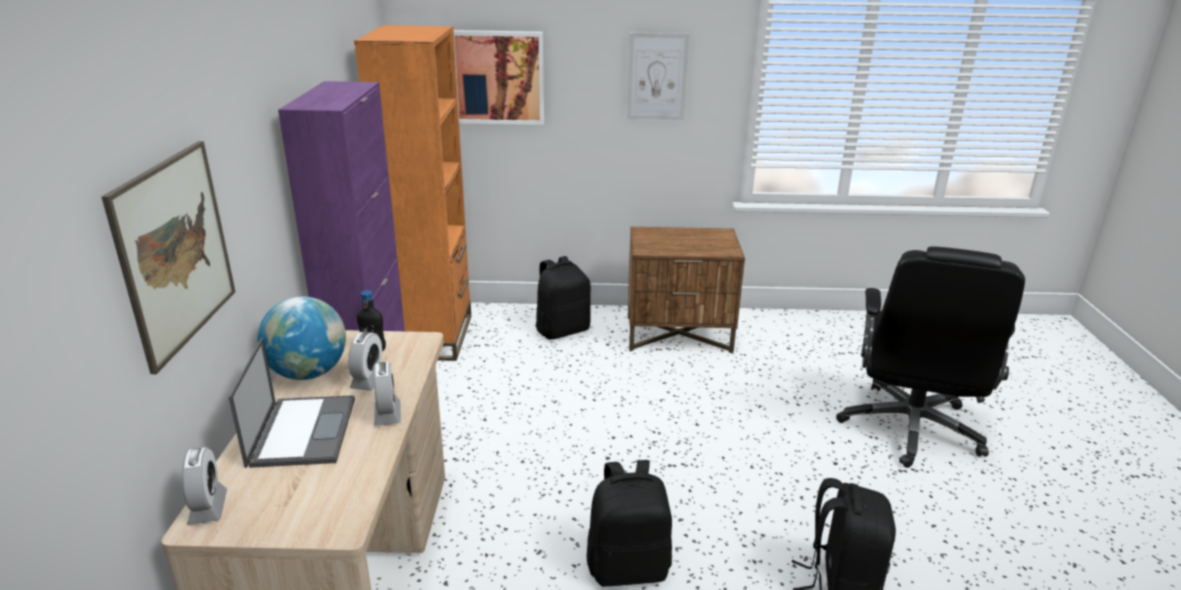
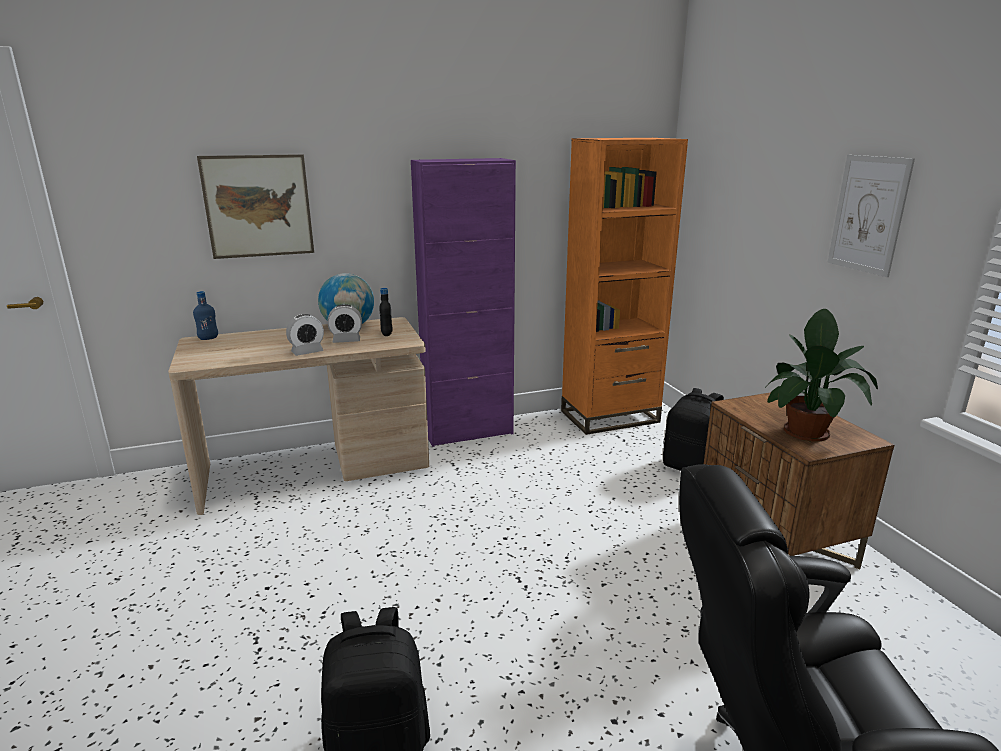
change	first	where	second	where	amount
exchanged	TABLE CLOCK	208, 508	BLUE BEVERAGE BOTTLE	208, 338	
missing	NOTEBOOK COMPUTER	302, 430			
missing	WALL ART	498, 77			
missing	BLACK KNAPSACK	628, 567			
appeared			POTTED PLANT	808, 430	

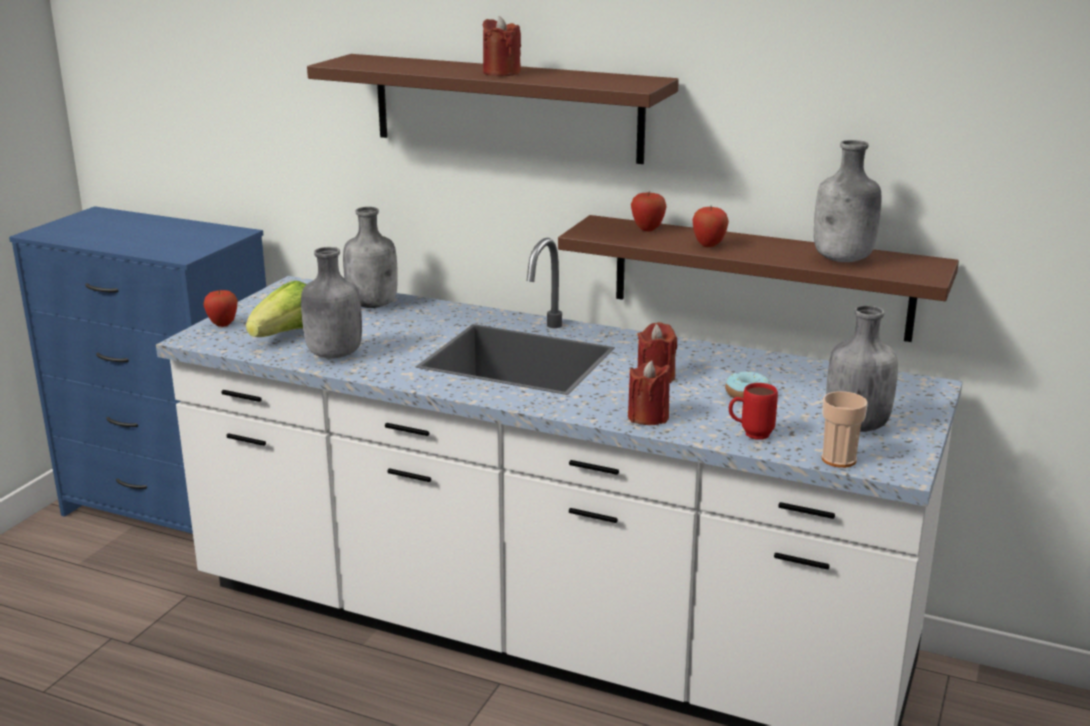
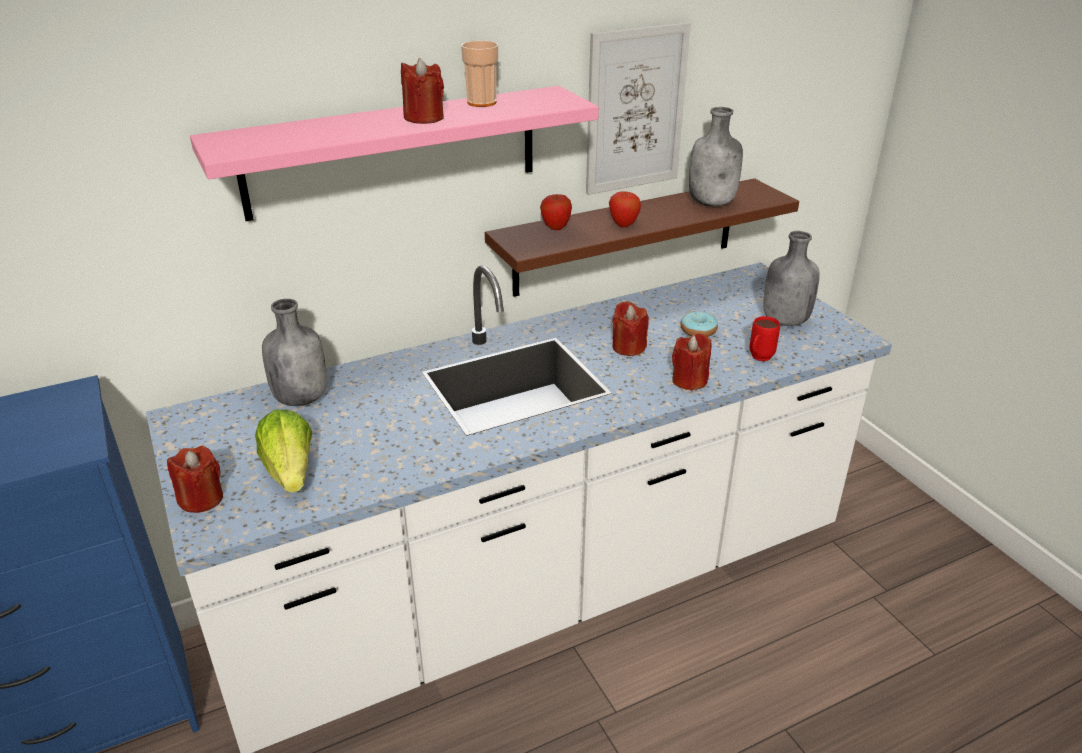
change	first	where	second	where	amount
exchanged	APPLE	223, 324	RED CANDLE	201, 499	
missing	GRAY BEVERAGE BOTTLE	333, 355			
colour	BROWN-COLOURED WALL SHELF	506, 107	PINK WALL SHELF	393, 152	
relocated	CUP	838, 459		481, 103	
appeared			WALL ART	635, 109	

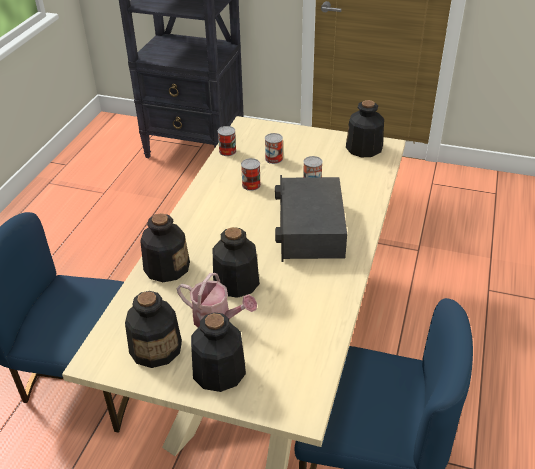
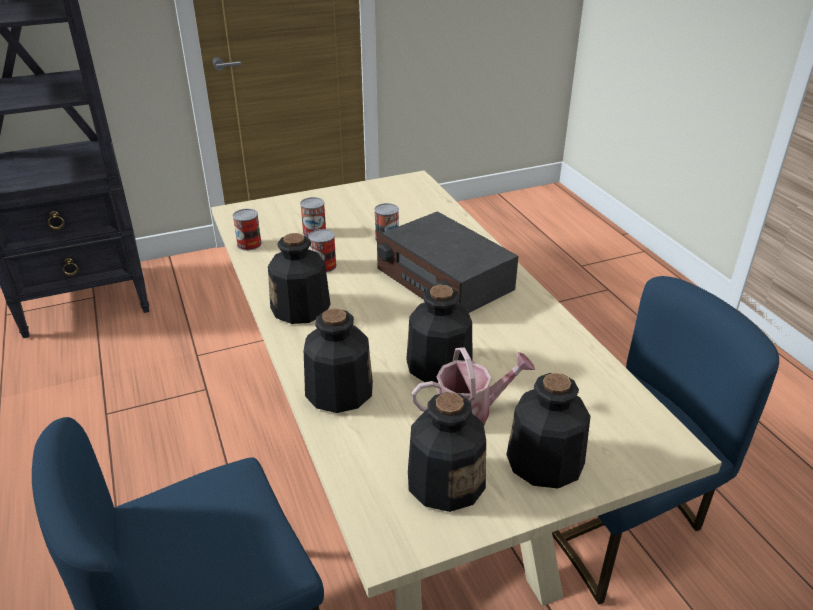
change	first	where	second	where	amount
relocated	BEVERAGE BOTTLE	364, 148		301, 308	

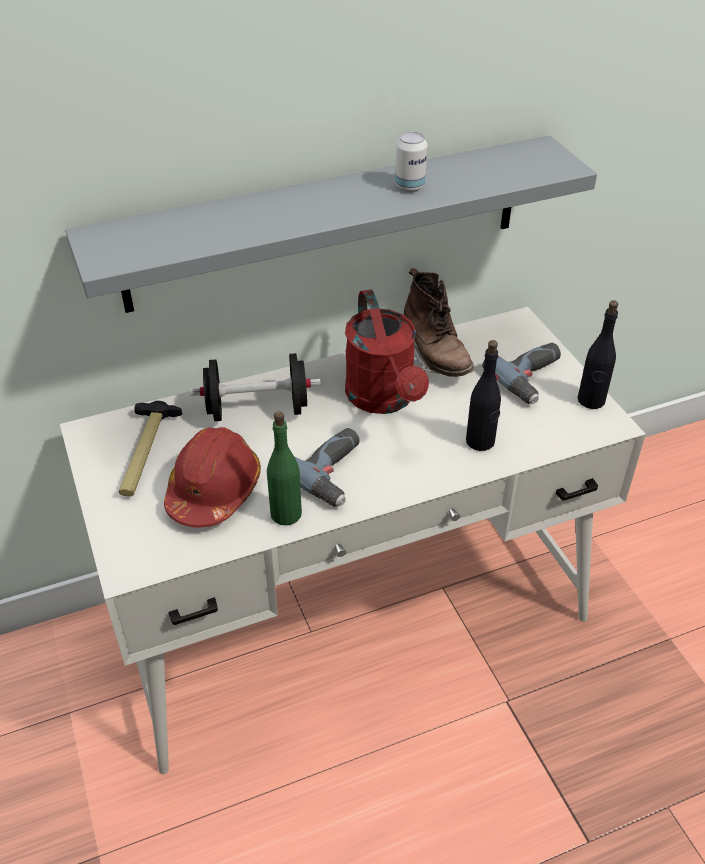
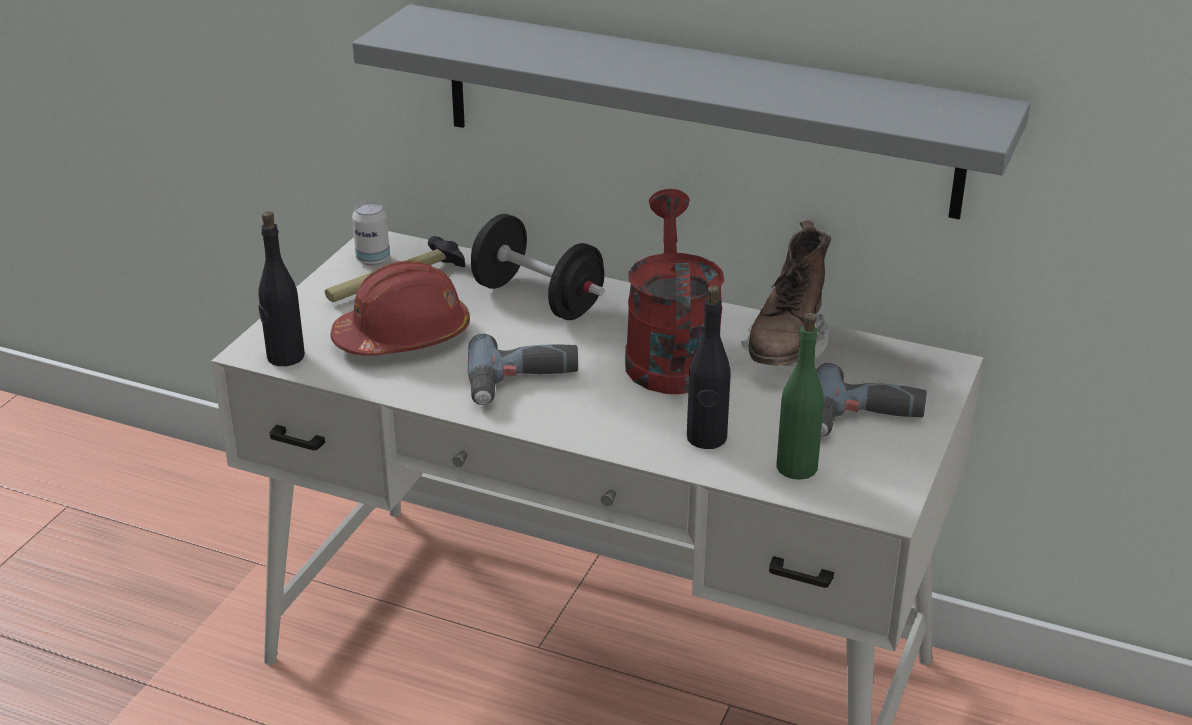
change	first	where	second	where	amount
relocated	GREEN-COLOURED BEVERAGE BOTTLE	286, 513		797, 467	
spun	RED SPRINKLING CAN	384, 400		670, 354	150 degrees clockwise
relocated	SEALED CAN	410, 186		373, 260	
relocated	BLACK BEVERAGE BOTTLE	591, 400		285, 357	

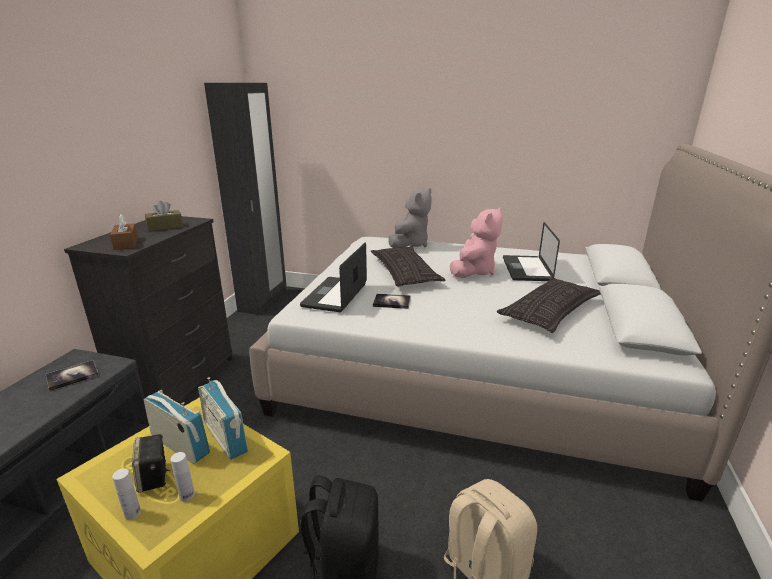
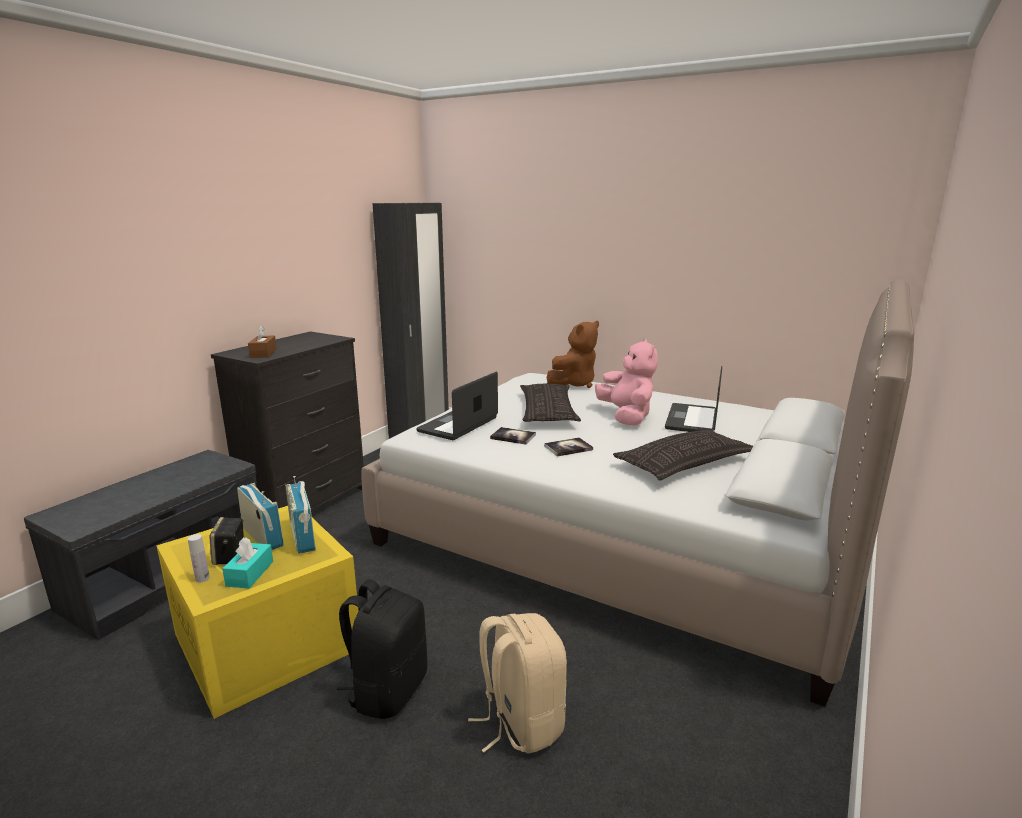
change	first	where	second	where	amount
relocated	VOLUME	72, 376		568, 448	
missing	BROWN-COLOURED TISSUE BOX	165, 227			
exchanged	WHITE BEVERAGE BOTTLE	187, 496	TURQUOISE-COLOURED TISSUE BOX	250, 573	
colour	GRAY PLUSH TOY	410, 244	BROWN-COLOURED PLUSH TOY	574, 384	
spun	PINK PLUSH TOY	473, 271		626, 416	60 degrees counterclockwise

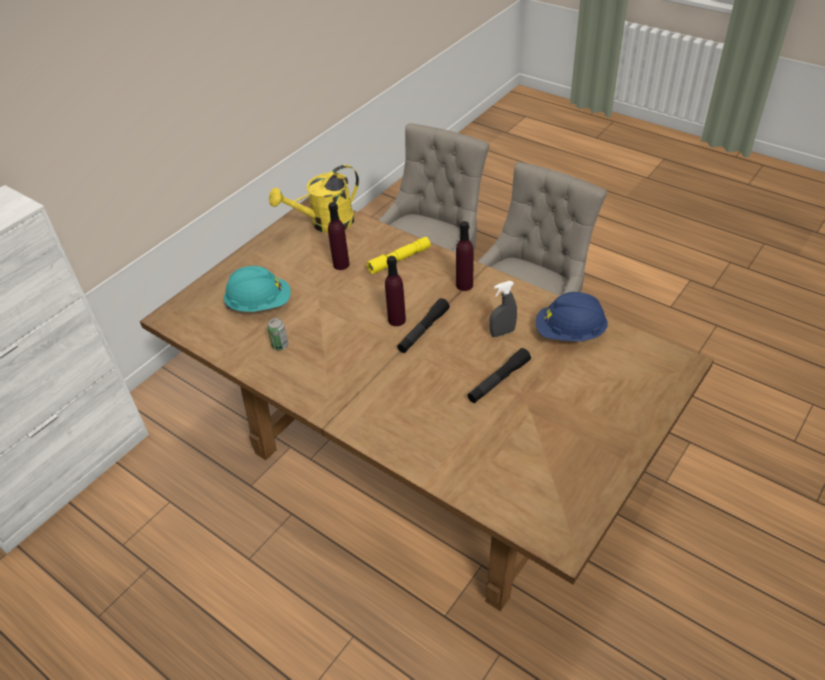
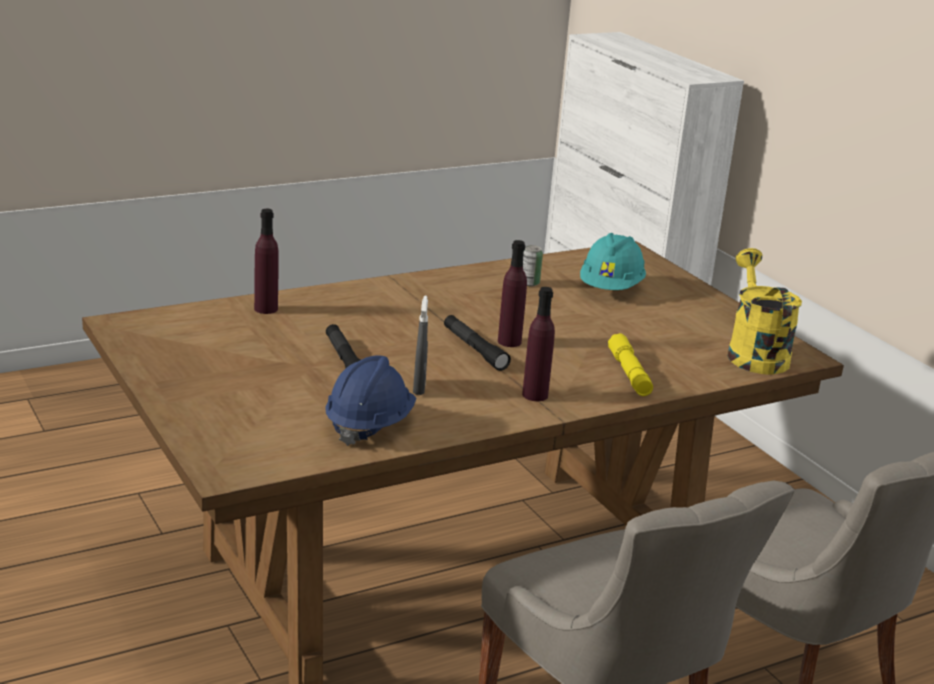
change	first	where	second	where	amount
relocated	PURPLISH BEVERAGE BOTTLE	341, 264		266, 309	

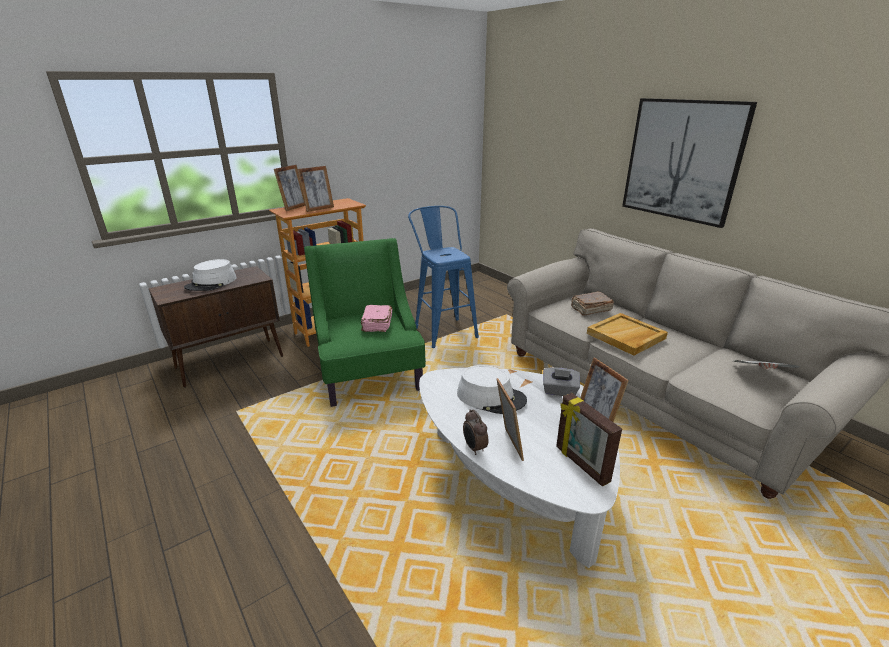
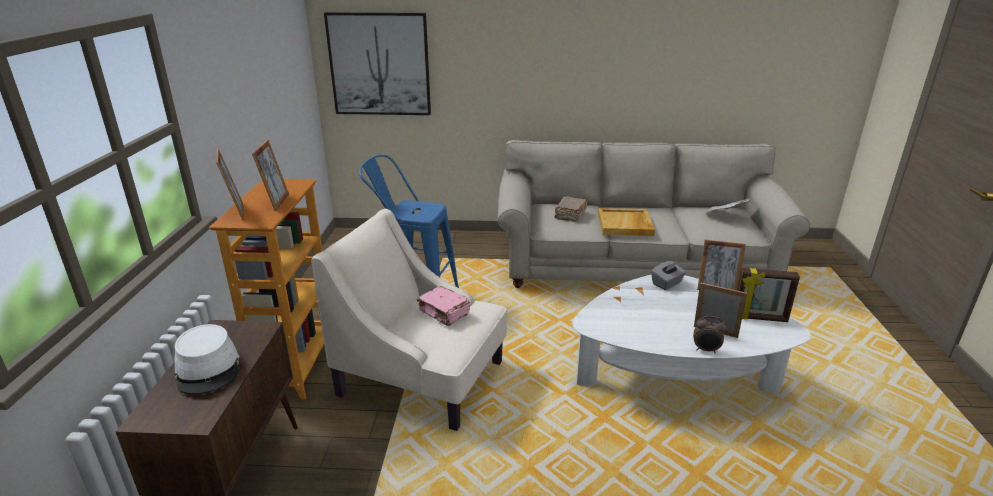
change	first	where	second	where	amount
colour	GREEN-COLOURED LOUNGE CHAIR	368, 371	BEIGE LOUNGE CHAIR	423, 379	
missing	WHITE HAT	491, 397			
relocated	WALL ART	682, 160		379, 64	

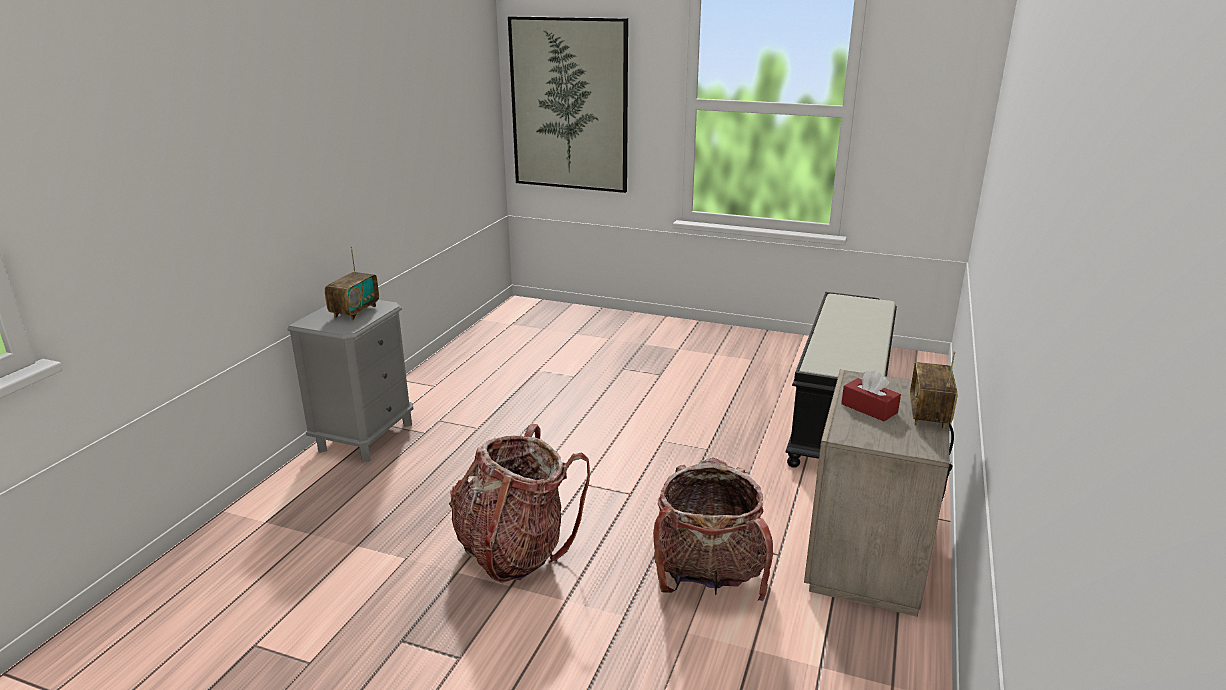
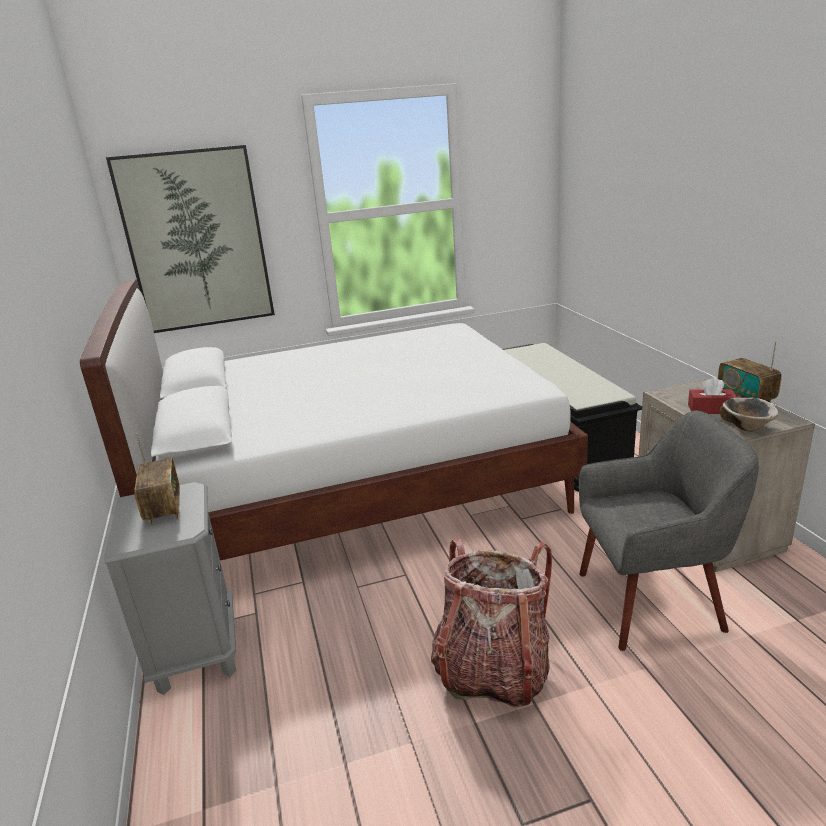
change	first	where	second	where	amount
exchanged	KNAPSACK	708, 578	GRAY LOUNGE CHAIR	651, 602	
appeared			WHITE BED	353, 487	
appeared			SERVING BOWL	747, 426	

